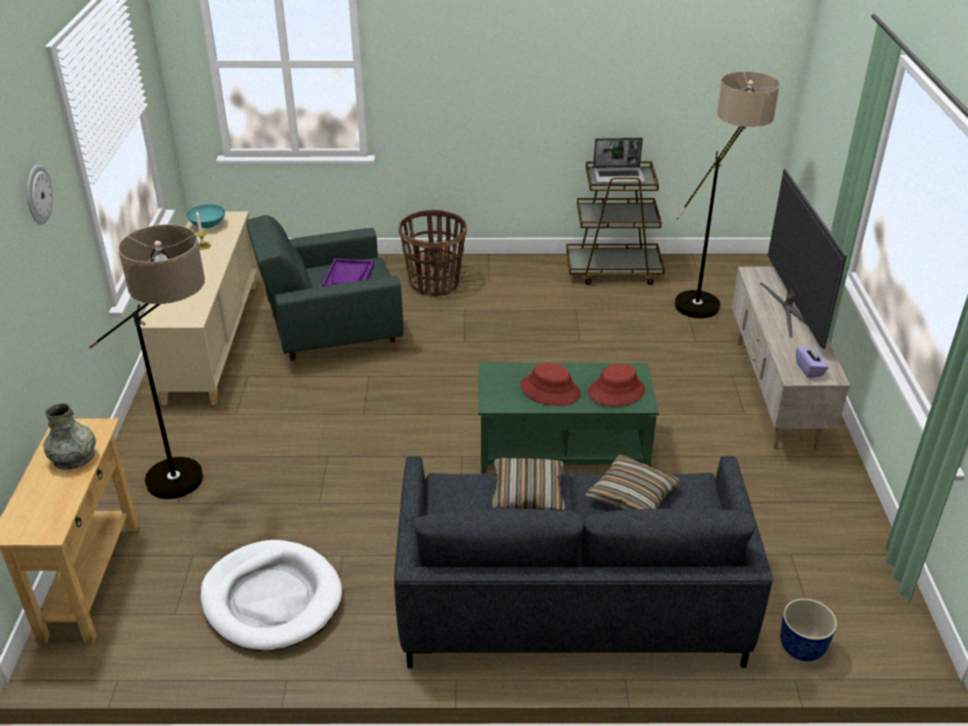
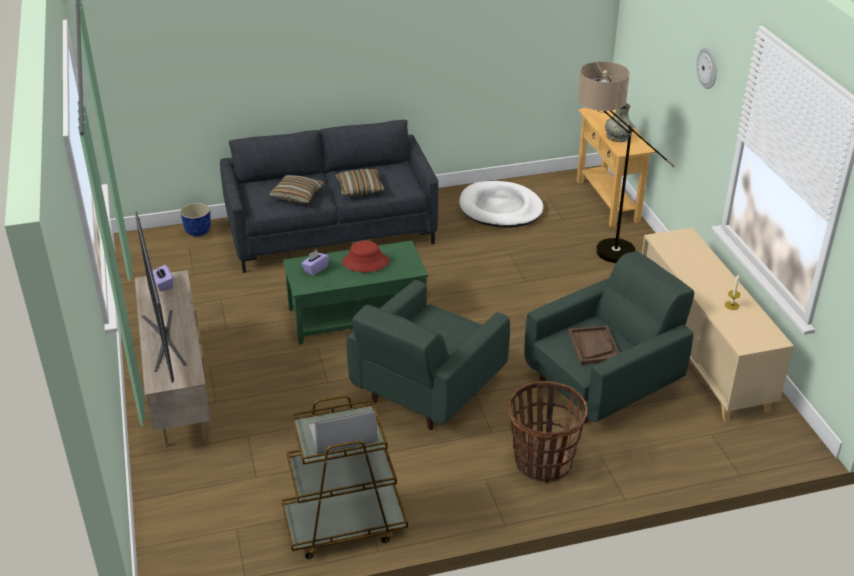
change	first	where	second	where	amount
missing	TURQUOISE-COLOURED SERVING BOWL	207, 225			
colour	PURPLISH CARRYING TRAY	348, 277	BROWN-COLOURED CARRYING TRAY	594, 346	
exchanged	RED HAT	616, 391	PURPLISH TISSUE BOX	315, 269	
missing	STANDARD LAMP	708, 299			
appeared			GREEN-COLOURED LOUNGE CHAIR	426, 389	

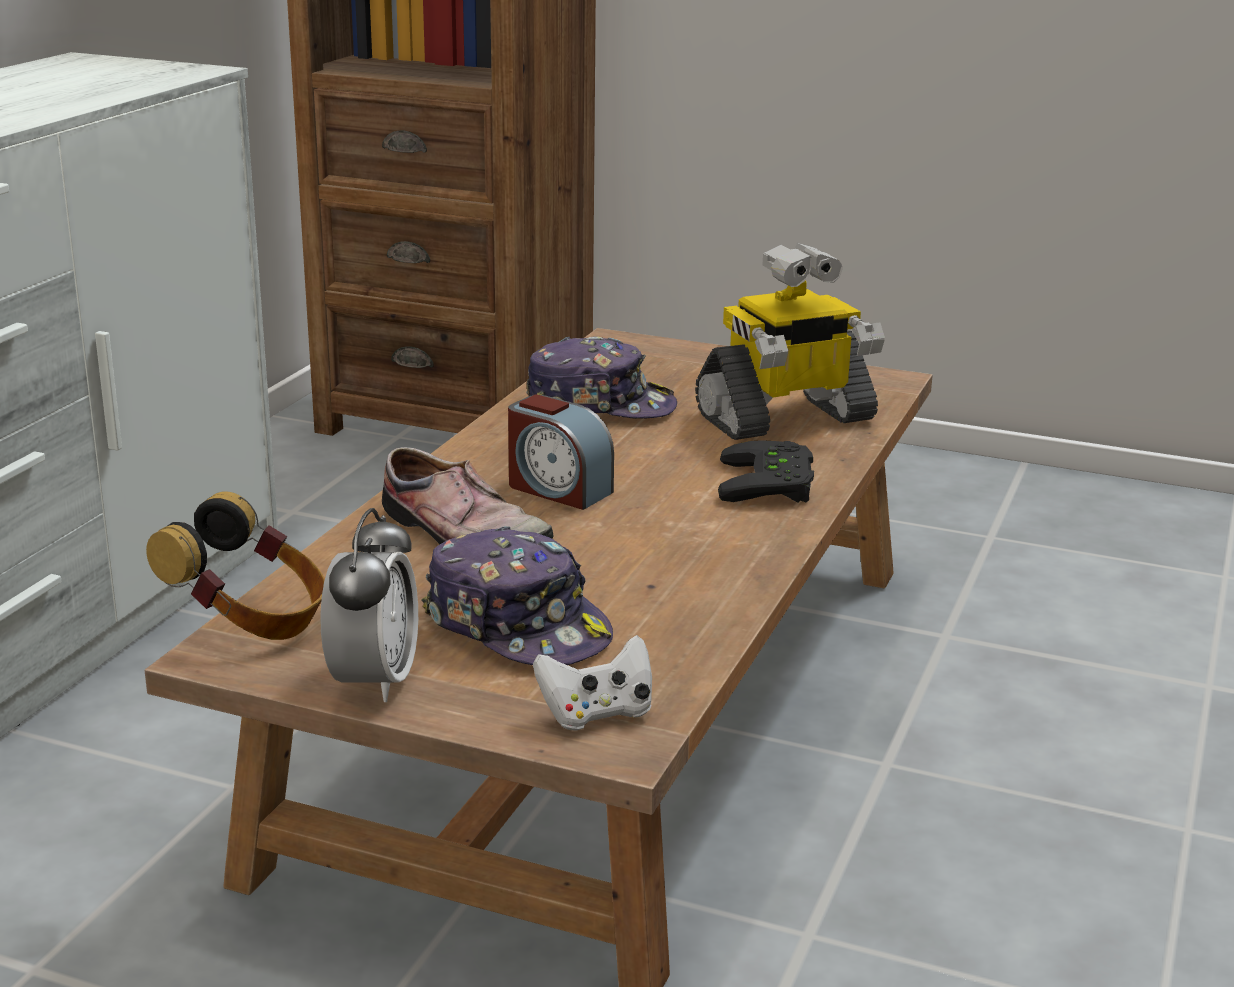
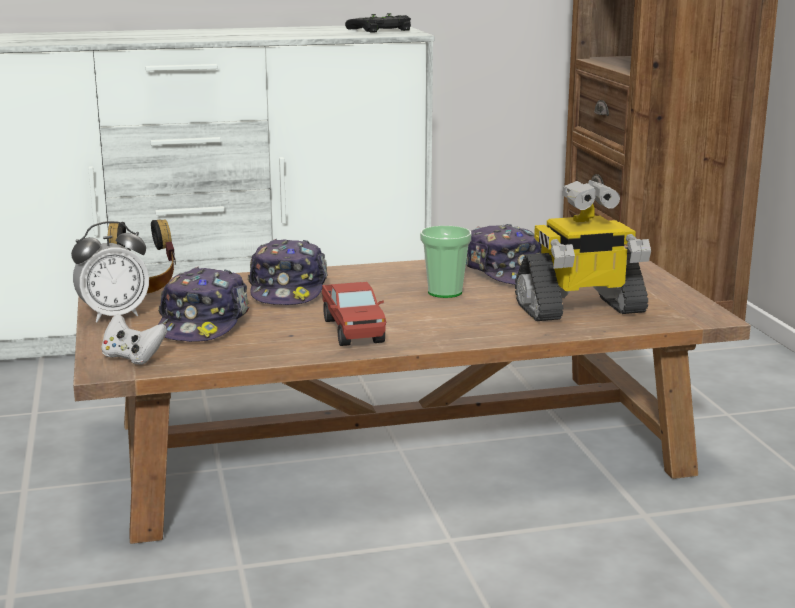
change	first	where	second	where	amount
exchanged	LOW SHOE	459, 534	PEAKED CAP	288, 290	
missing	TABLE CLOCK	558, 489			
spun	TOY ROBOT	785, 418		580, 309	45 degrees counterclockwise
relocated	BLACK GAMEPAD	774, 483		381, 30	
appeared			TOY LORRY	353, 330	
appeared			CUP	445, 292	

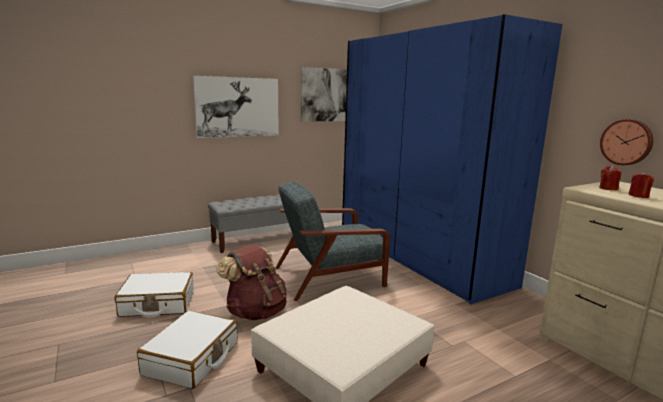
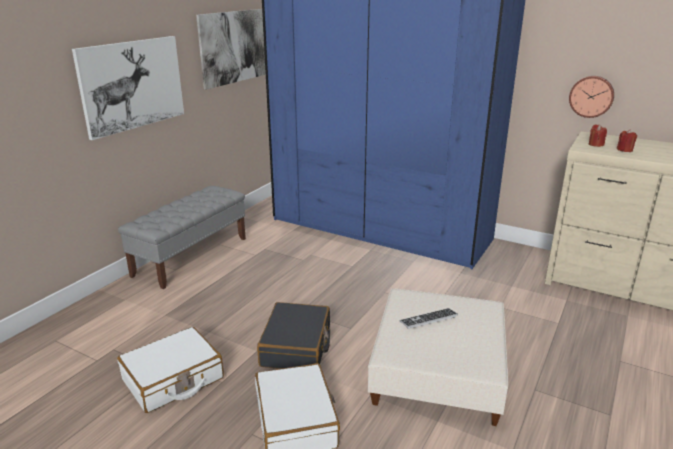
change	first	where	second	where	amount
exchanged	BROWN-COLOURED KNAPSACK	255, 312	BLACK PIECE OF LUGGAGE	296, 346	
missing	GRAY LOUNGE CHAIR	331, 276			
appeared			PC KEYBOARD	428, 319	

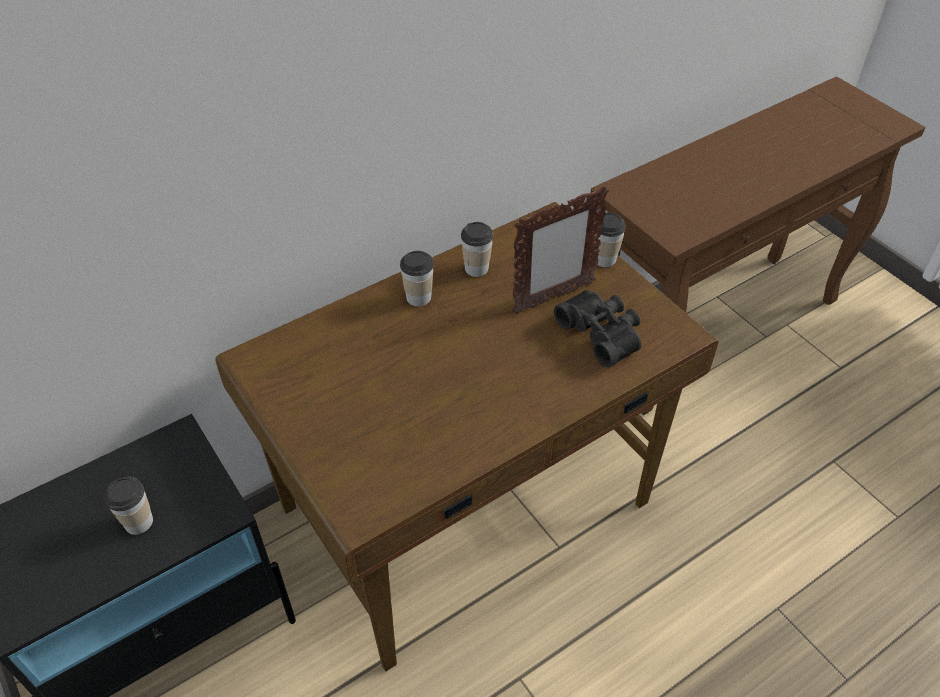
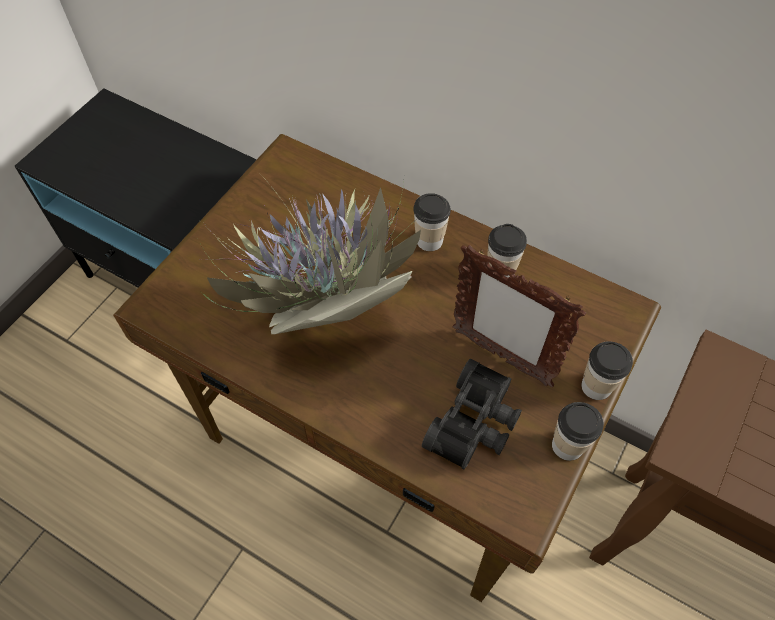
change	first	where	second	where	amount
relocated	CUP	138, 522		567, 445	
appeared			POTTED PLANT	325, 318	

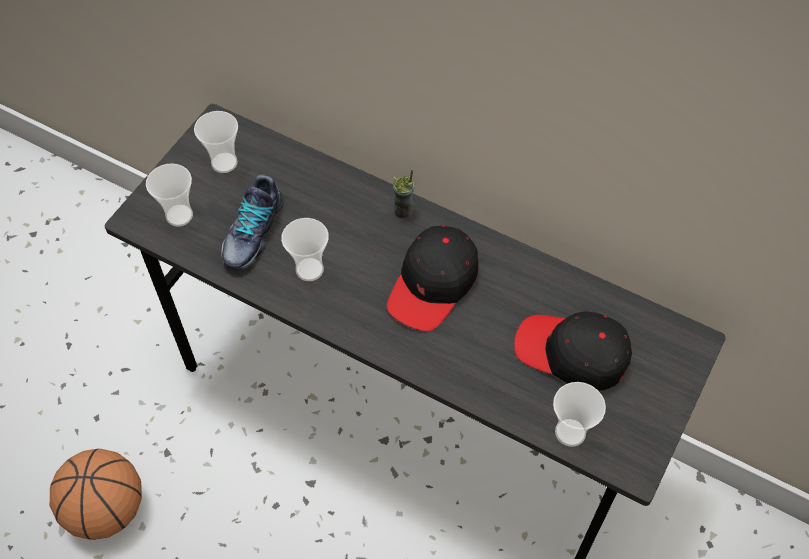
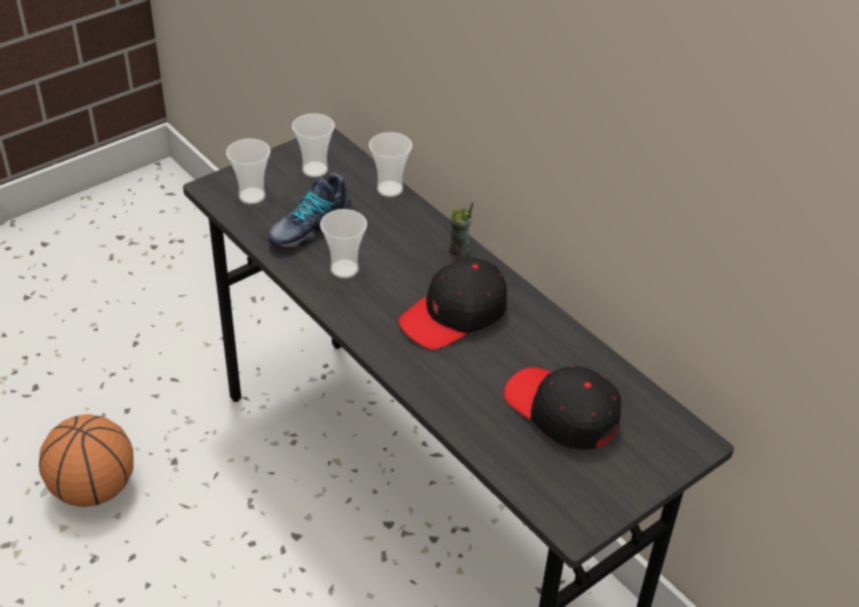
change	first	where	second	where	amount
relocated	CUP	570, 432		390, 189	

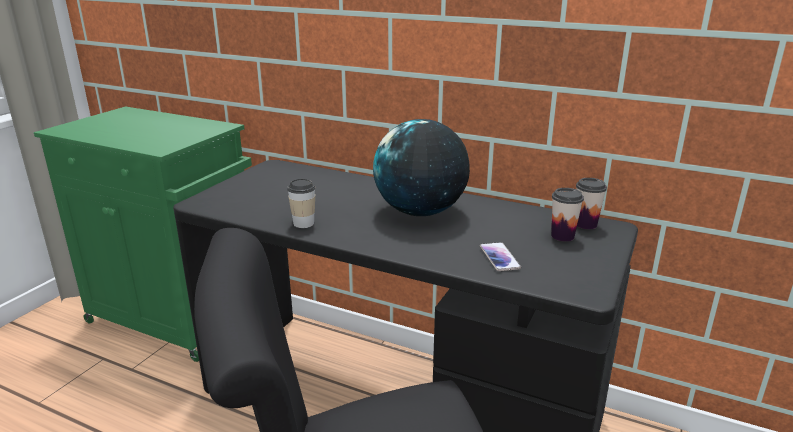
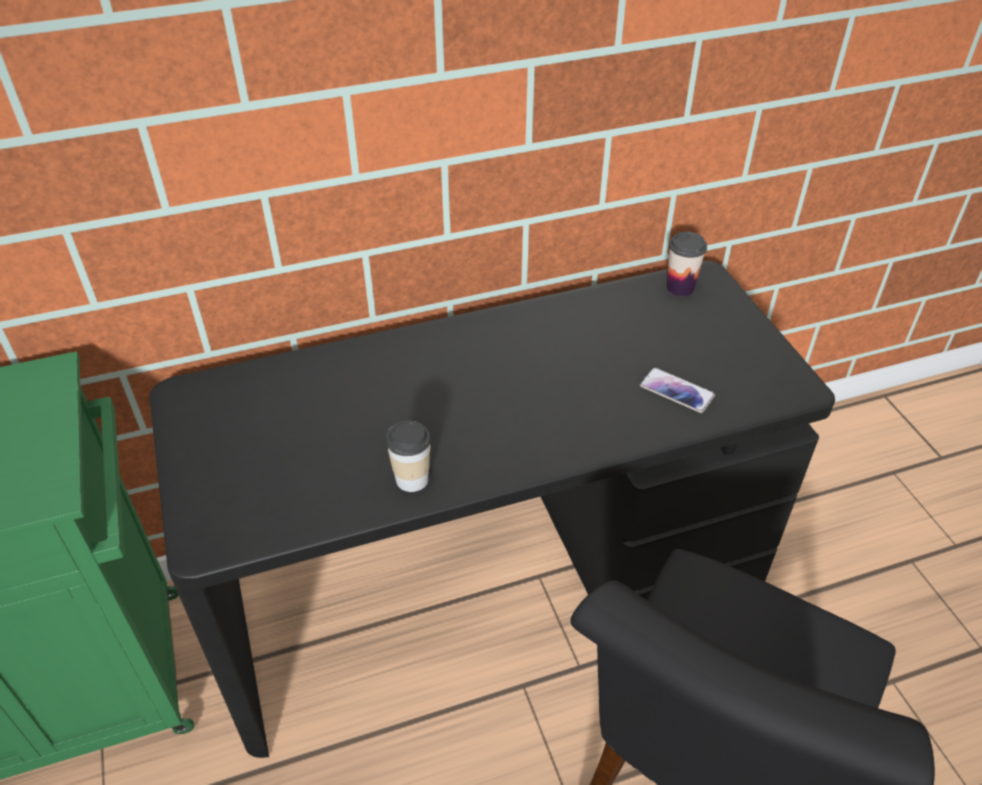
change	first	where	second	where	amount
missing	DESK GLOBE	420, 212			
missing	CUP	562, 236			

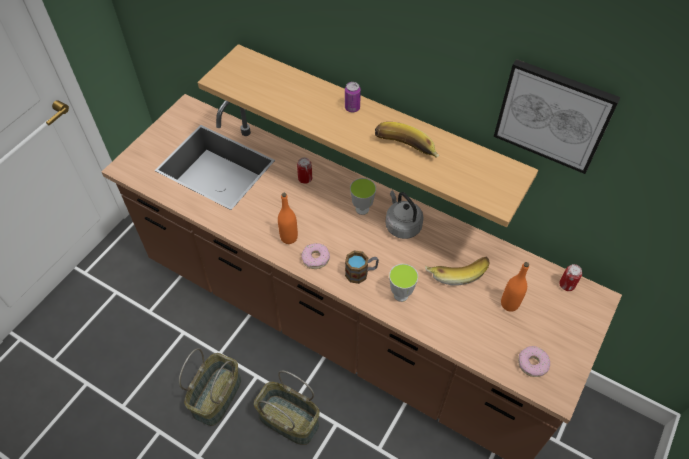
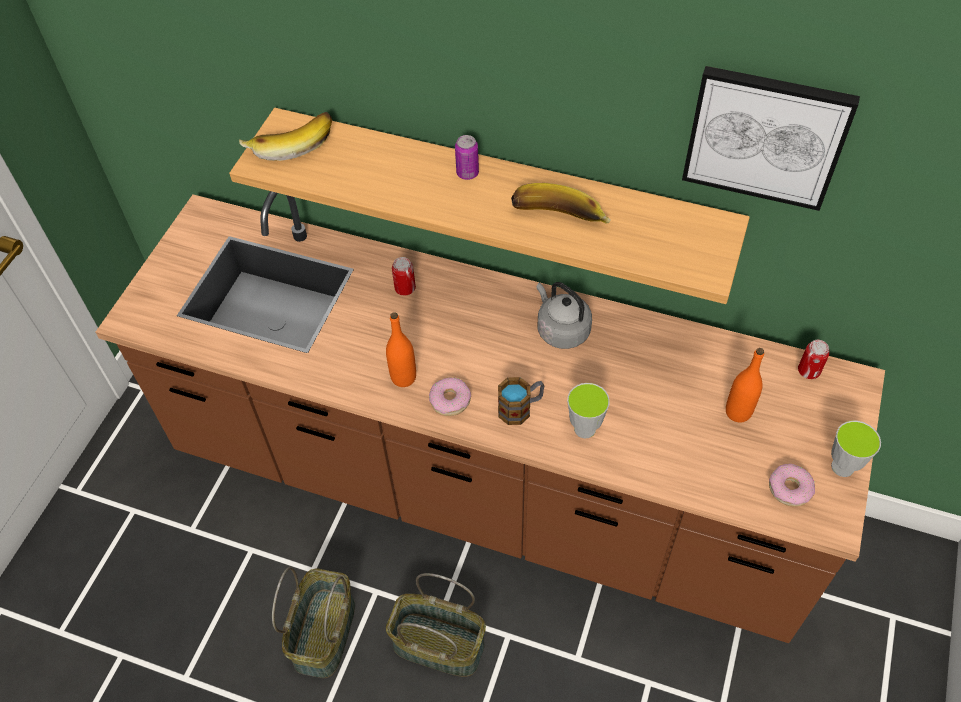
change	first	where	second	where	amount
relocated	CUP	362, 209		842, 467	
relocated	WHOLE BANANA	457, 271		291, 143	

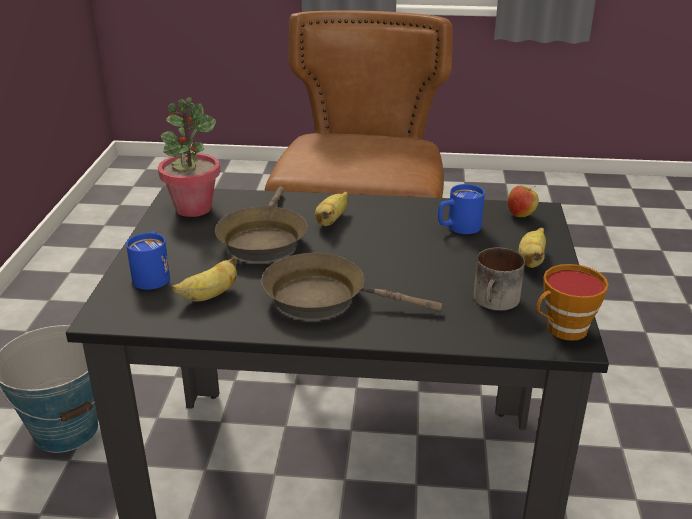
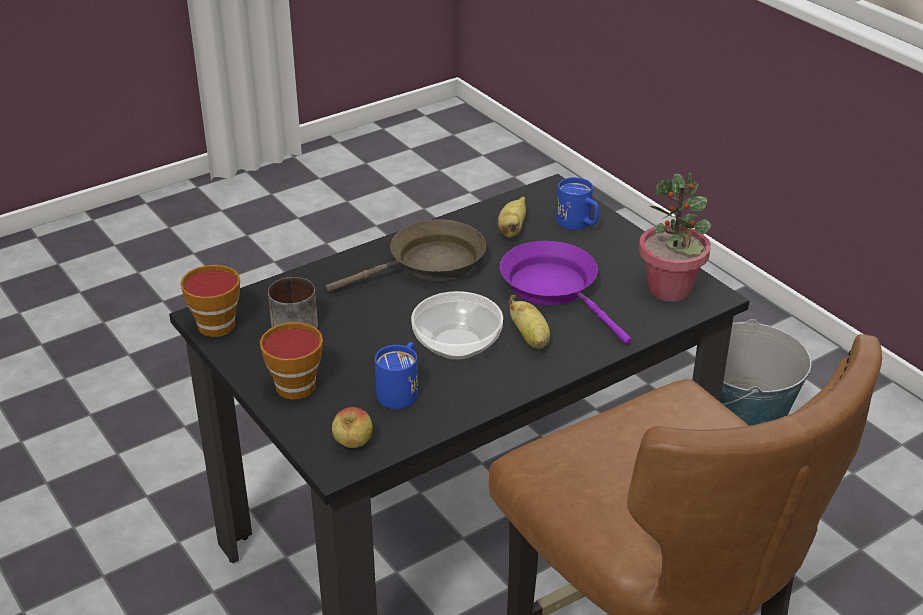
change	first	where	second	where	amount
colour	BROWN-COLOURED SKILLET	263, 240	PURPLISH SKILLET	554, 289	
exchanged	WHOLE BANANA	531, 260	CUP	294, 383	
appeared			SERVING BOWL	457, 343	

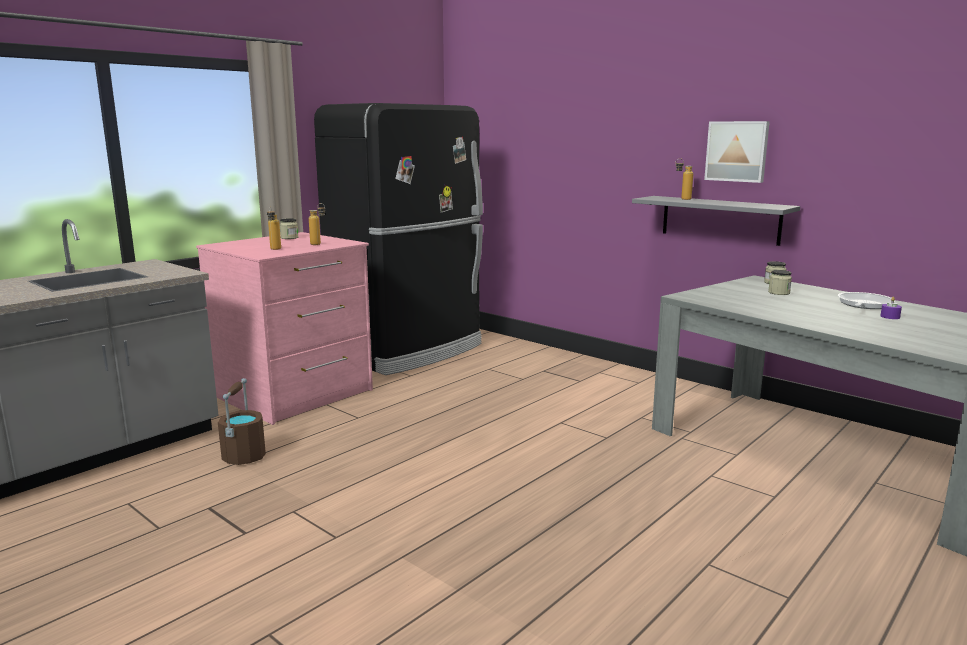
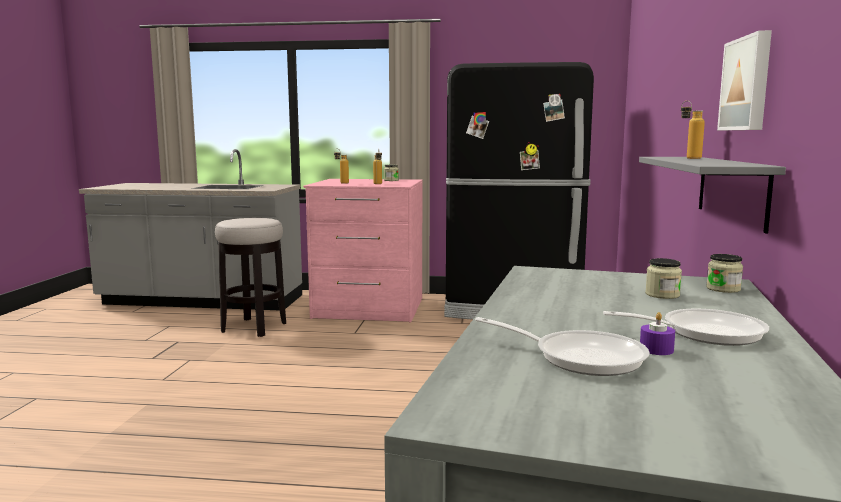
change	first	where	second	where	amount
exchanged	BROWN-COLOURED WATER BUCKET	244, 456	SITTING STOOL	254, 327	
appeared			SKILLET	580, 357	

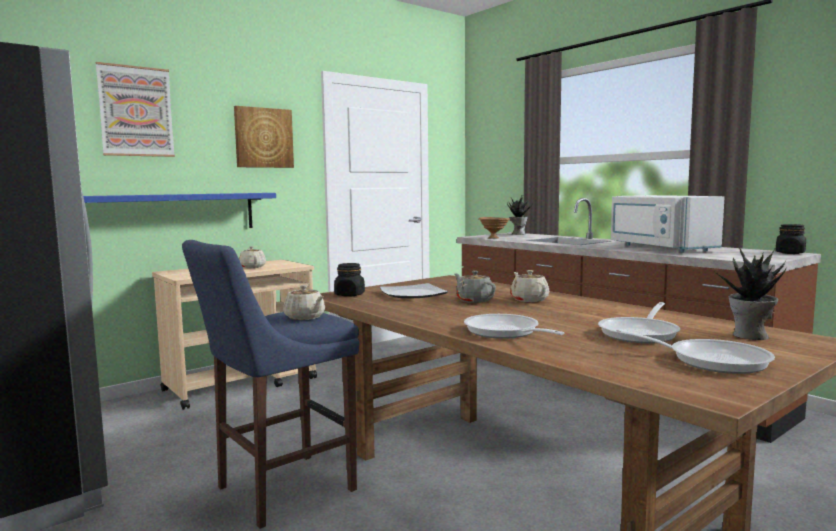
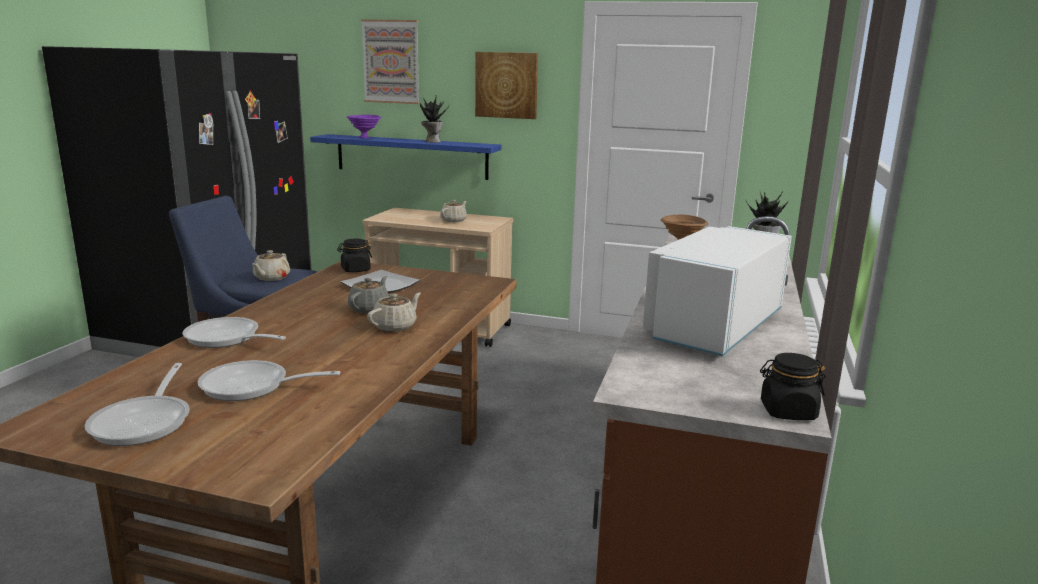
change	first	where	second	where	amount
spun	SKILLET	505, 332		227, 339	90 degrees counterclockwise
relocated	POTTED PLANT	750, 336		432, 141	
appeared			PURPLISH SERVING BOWL	365, 138	

